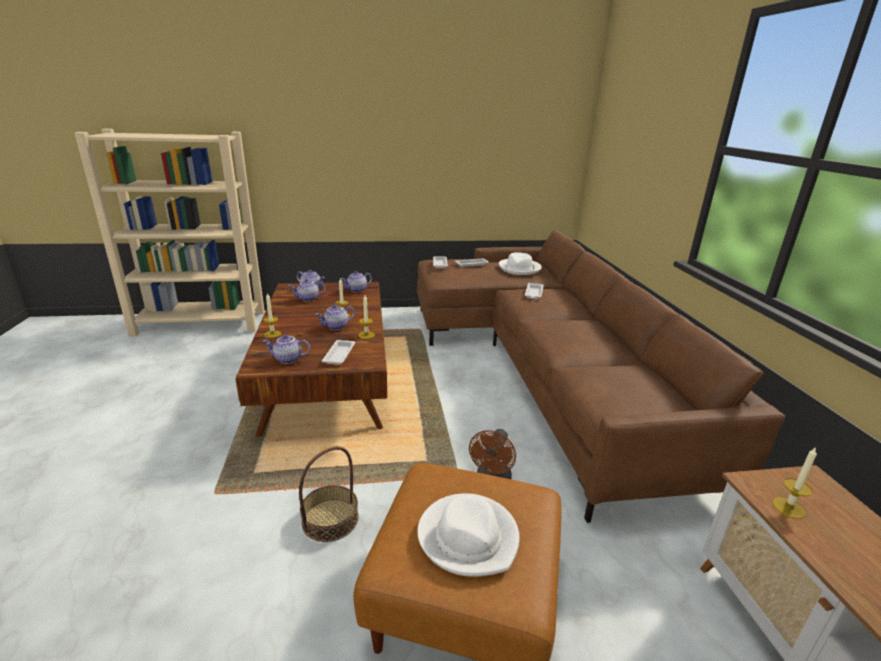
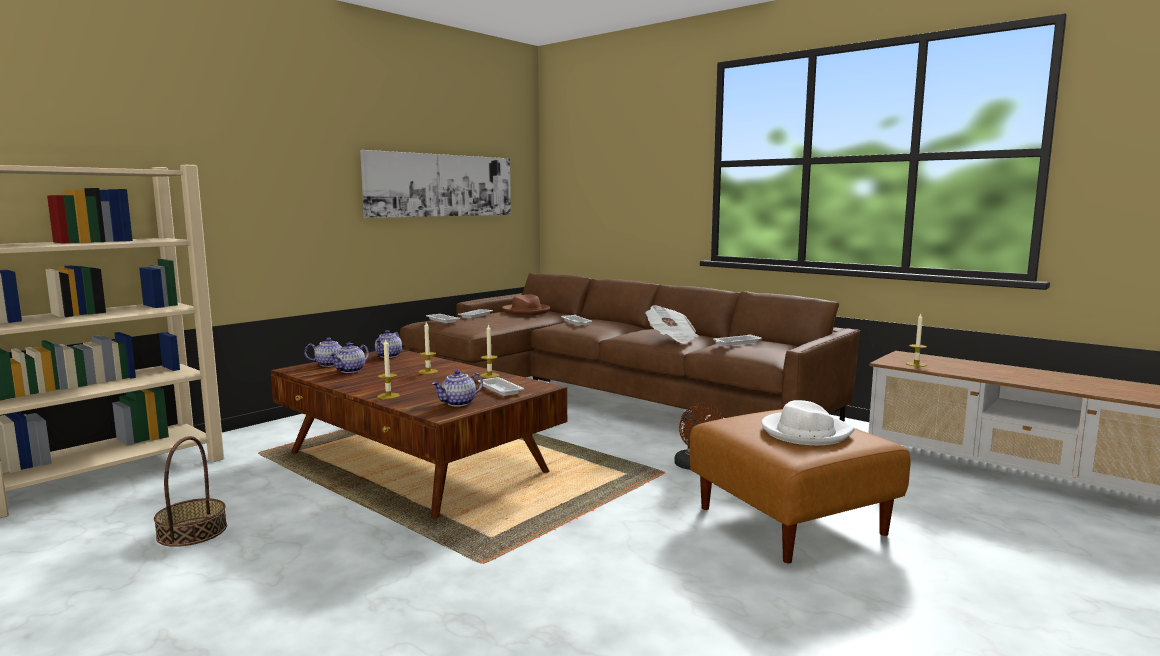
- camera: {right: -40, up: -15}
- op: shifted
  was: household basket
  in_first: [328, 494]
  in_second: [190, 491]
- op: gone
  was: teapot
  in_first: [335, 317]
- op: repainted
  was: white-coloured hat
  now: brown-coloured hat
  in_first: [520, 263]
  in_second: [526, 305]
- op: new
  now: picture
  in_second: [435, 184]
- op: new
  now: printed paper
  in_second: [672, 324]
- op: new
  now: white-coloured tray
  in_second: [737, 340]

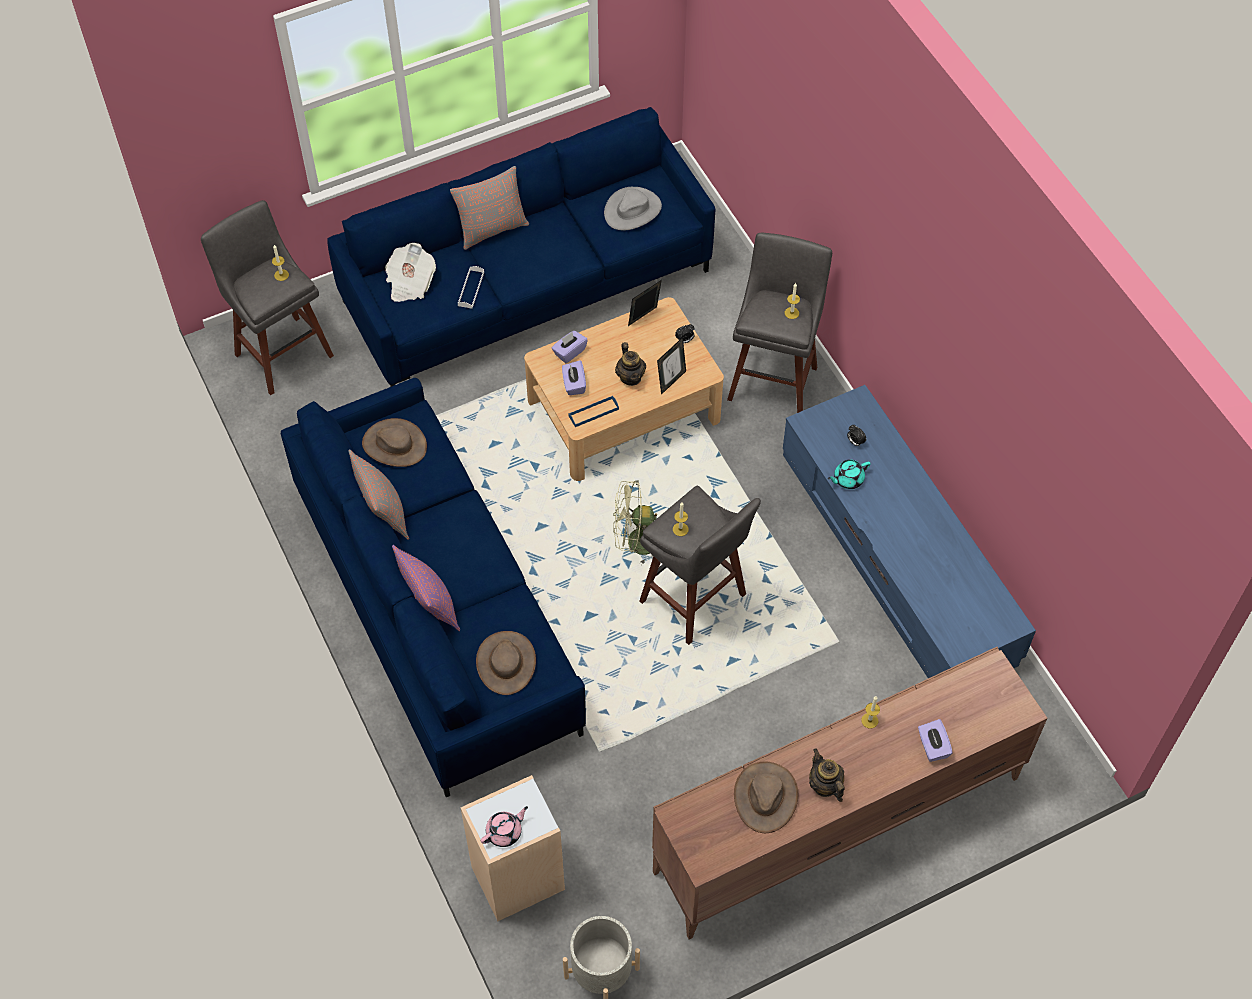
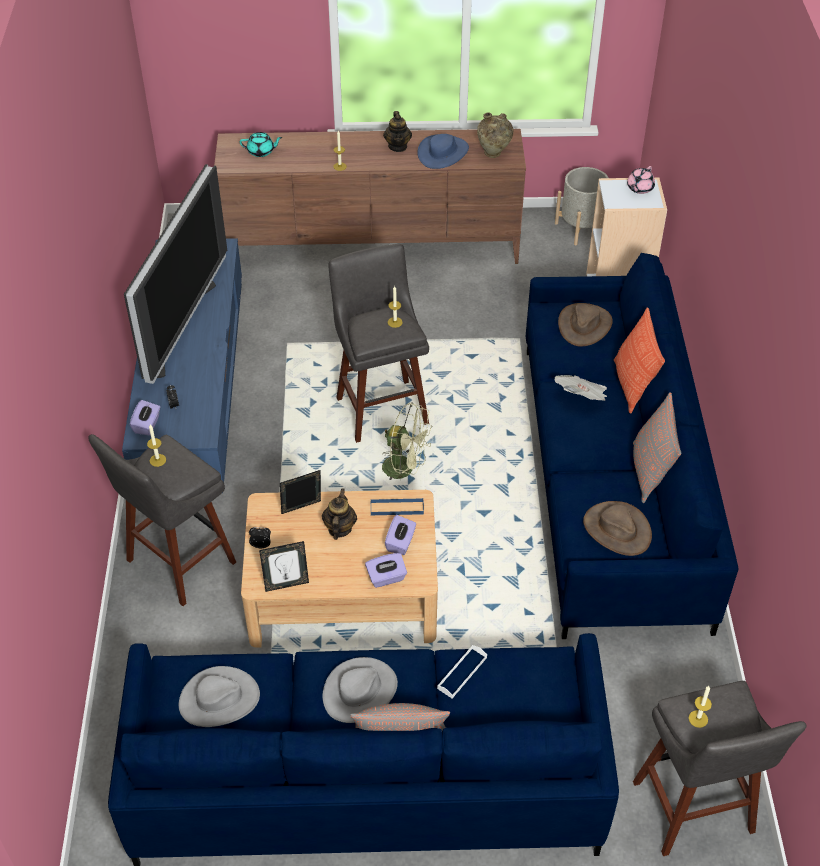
- camera: {right: -155, up: -10}
- op: shifted
  was: printed paper
  in_first: [410, 272]
  in_second: [580, 388]
- op: repainted
  was: purple pillow
  now: orangey pillow
  in_first: [426, 588]
  in_second: [639, 360]
- op: rotated
  was: pinkish teapot
  in_first: [504, 826]
  in_second: [641, 180]
  clockwise: -45
- op: repainted
  was: brown-coloured hat
  now: bluish hat
  in_first: [766, 797]
  in_second: [443, 151]
- op: shifted
  was: blue-green teapot
  in_first: [849, 474]
  in_second: [261, 144]
- op: shifted
  was: purple tissue box
  in_first: [935, 740]
  in_second: [145, 418]
- op: new
  now: TV set
  in_second: [175, 274]
- op: new
  now: gray hat
  in_second: [360, 690]
- op: new
  now: sand-coloured decorative vase
  in_second: [495, 135]

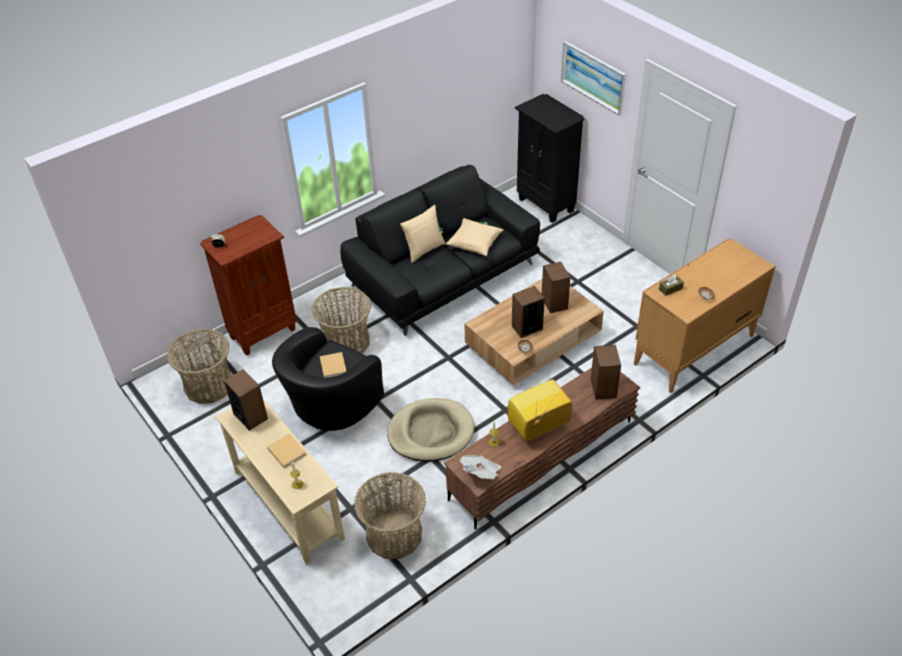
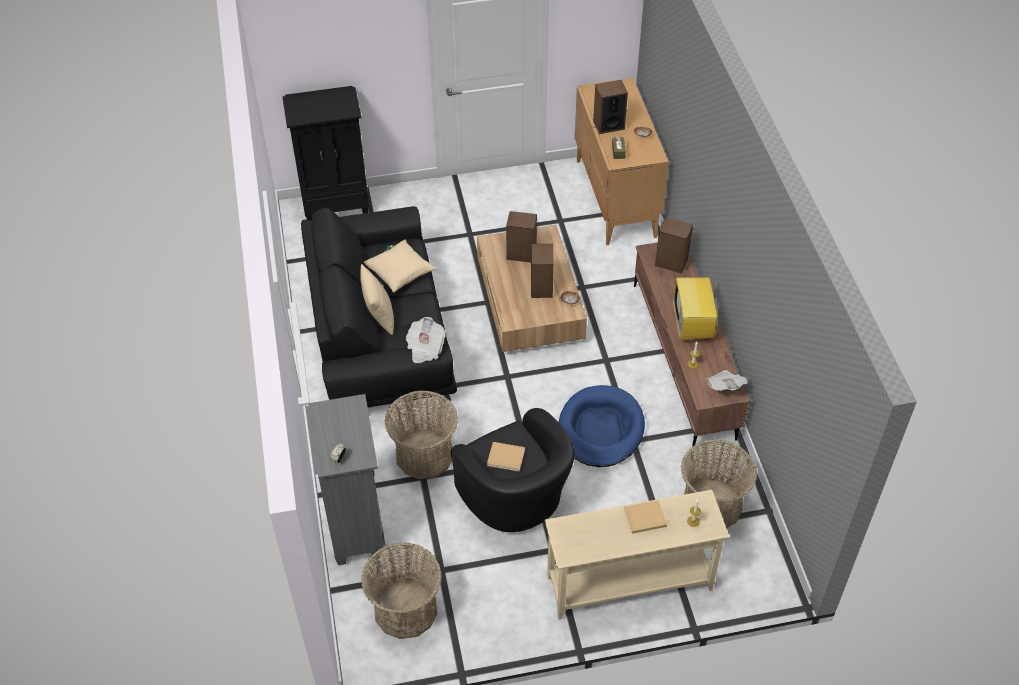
- camera: {right: -65, up: 5}
- op: repainted
  was: brown-coloured storage cabinet
  now: gray storage cabinet
  in_first: [248, 285]
  in_second: [345, 479]
- op: shifted
  was: speaker
  in_first: [246, 400]
  in_second: [610, 107]
- op: repainted
  was: sand-coloured dog cushion
  now: bluish dog cushion
  in_first: [430, 430]
  in_second: [602, 426]
- op: gone
  was: picture
  in_first: [593, 78]
- op: new
  now: printed paper
  in_second: [426, 340]

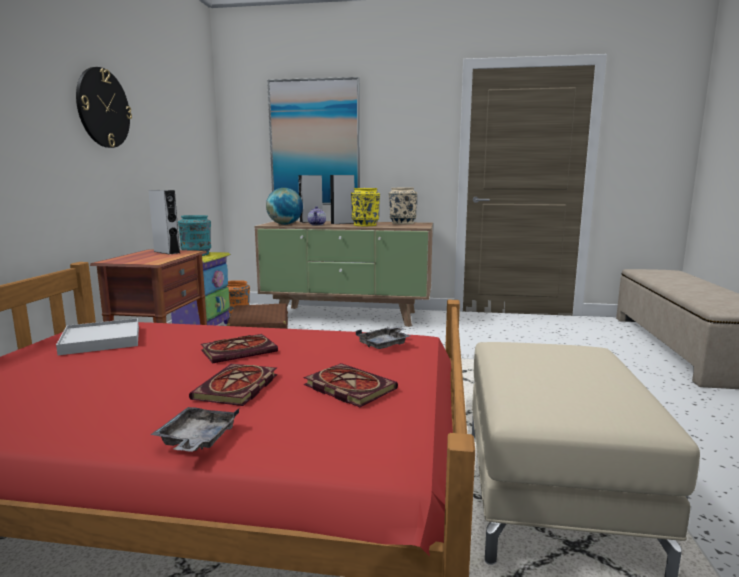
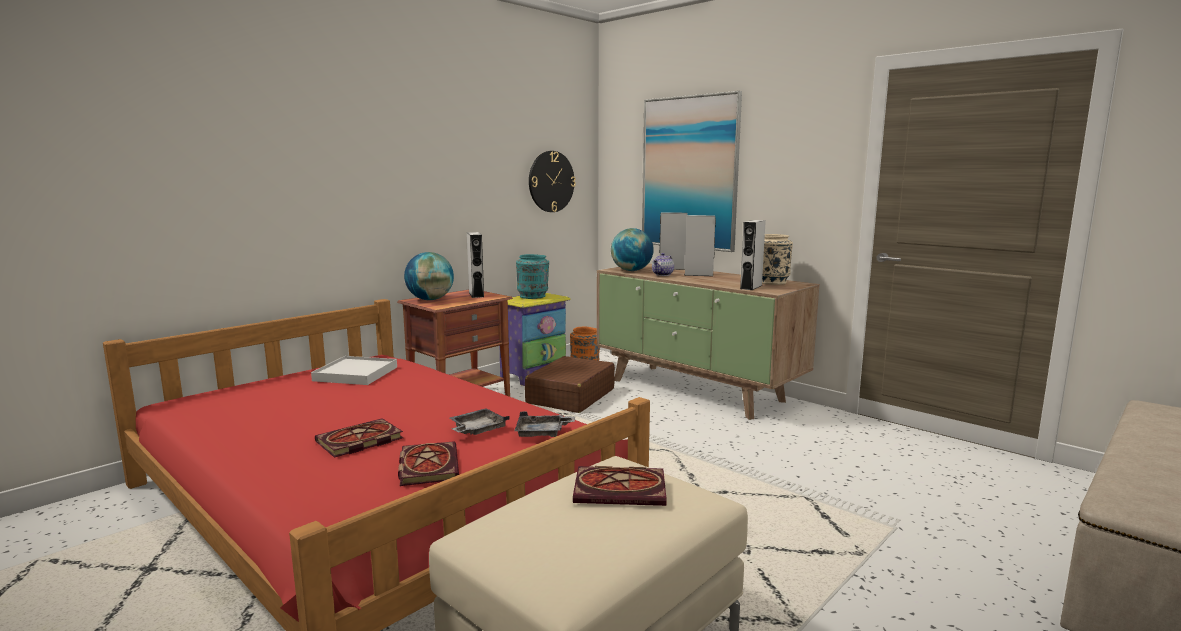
- camera: {right: 35, up: 0}
- op: shifted
  was: hanging clock
  in_first: [104, 107]
  in_second: [552, 181]
- op: shifted
  was: gray tray
  in_first: [195, 429]
  in_second: [480, 421]
- op: shifted
  was: bound book
  in_first: [239, 348]
  in_second: [619, 486]
- op: gone
  was: yellowish decorative vase
  in_first: [365, 207]
- op: new
  now: globe
  in_second: [429, 276]
- op: new
  now: gray speaker
  in_second: [753, 255]

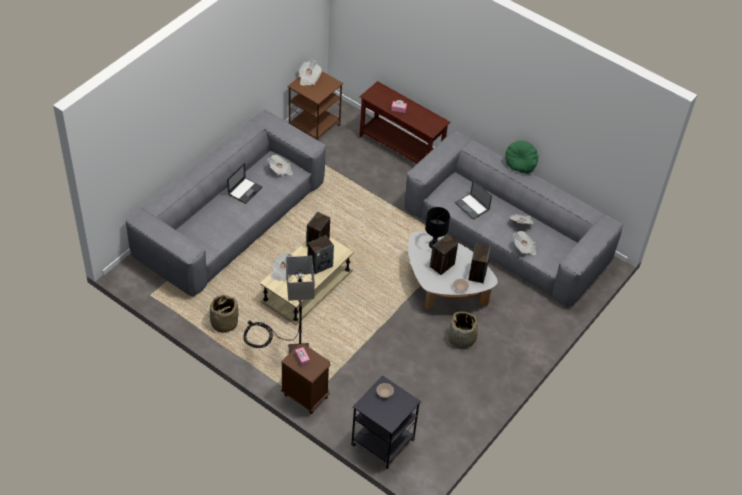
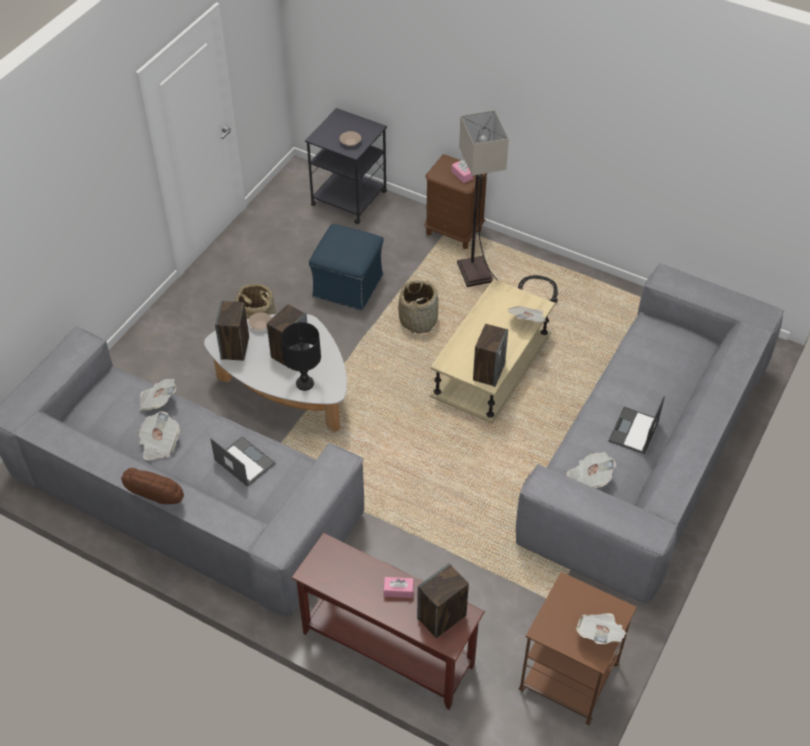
- camera: {right: 175, up: 0}
- op: shifted
  was: household basket
  in_first: [224, 314]
  in_second: [418, 306]
- op: shifted
  was: speaker
  in_first: [321, 254]
  in_second: [443, 600]
- op: repainted
  was: green-coloured pillow
  now: brown-coloured pillow
  in_first: [521, 157]
  in_second: [152, 486]
- op: new
  now: bluish footrest
  in_second: [346, 267]

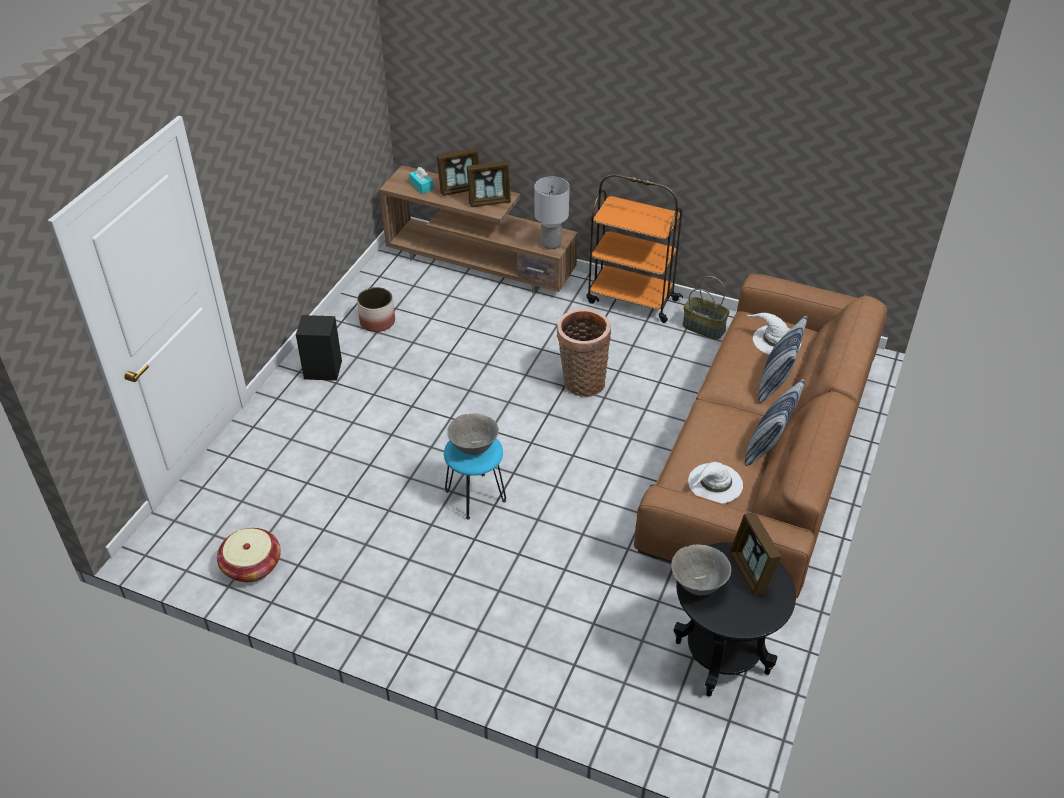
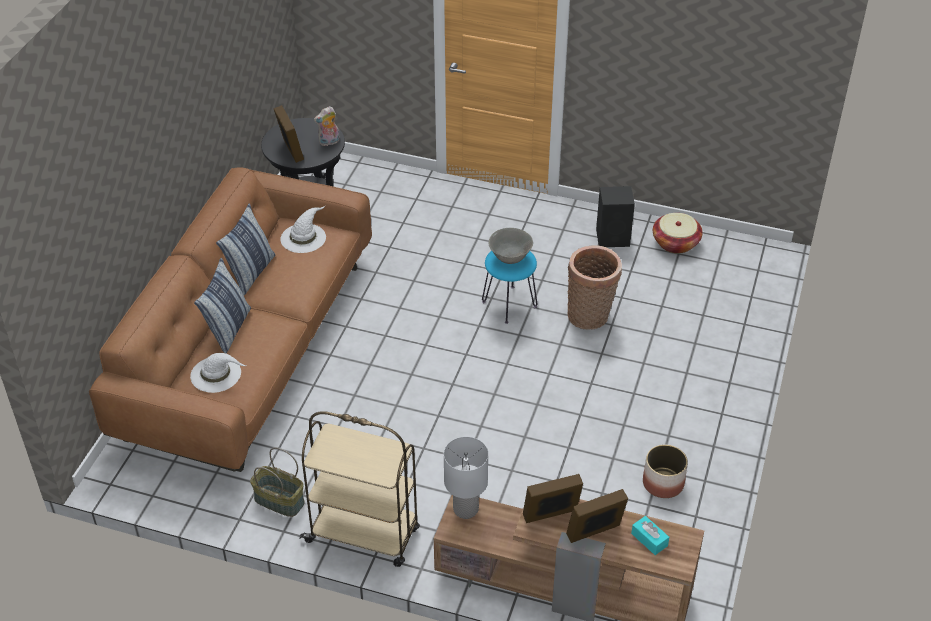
- camera: {right: 175, up: 0}
- op: shifted
  was: black speaker
  in_first: [319, 348]
  in_second: [615, 216]
- op: shifted
  was: household basket
  in_first: [584, 352]
  in_second: [594, 288]
- op: repainted
  was: orangey cart
  now: sand-coloured cart
  in_first: [634, 248]
  in_second: [359, 489]
- op: swapped
  was: gray serving bowl
  now: cuddly toy
  in_first: [701, 570]
  in_second: [326, 126]

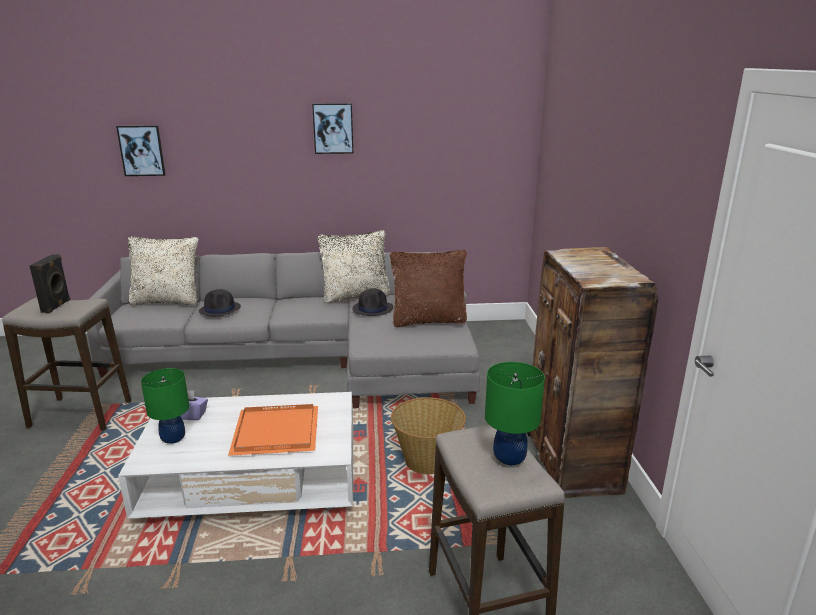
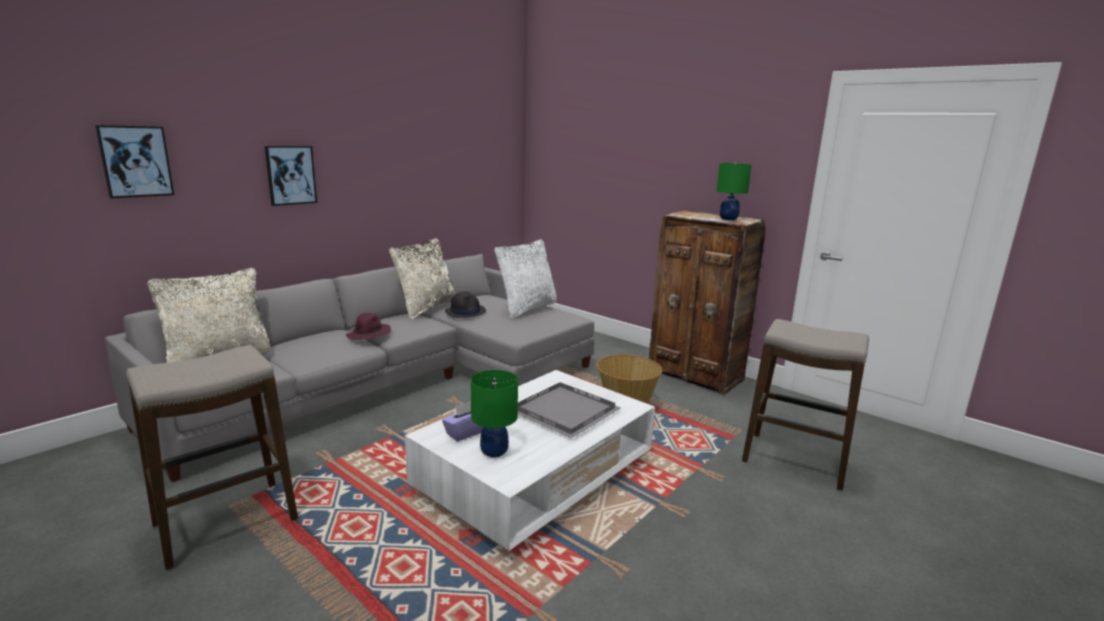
- camera: {right: -45, up: -5}
- op: gone
  was: black speaker
  in_first: [49, 284]
- op: gone
  was: black hat
  in_first: [220, 302]
- op: repainted
  was: orangey tray
  now: gray tray
  in_first: [273, 430]
  in_second: [569, 410]
- op: shifted
  was: picture
  in_first: [332, 128]
  in_second: [291, 176]
- op: repainted
  was: brown-coloured pillow
  now: white-coloured pillow
  in_first: [428, 288]
  in_second: [526, 278]
- op: shifted
  was: green-coloured lamp for a table
  in_first: [515, 413]
  in_second: [734, 191]
- op: new
  now: purple hat
  in_second: [368, 326]

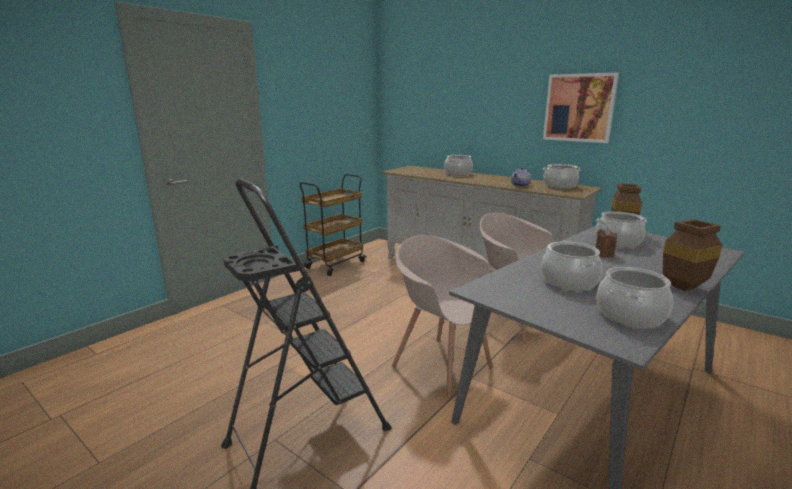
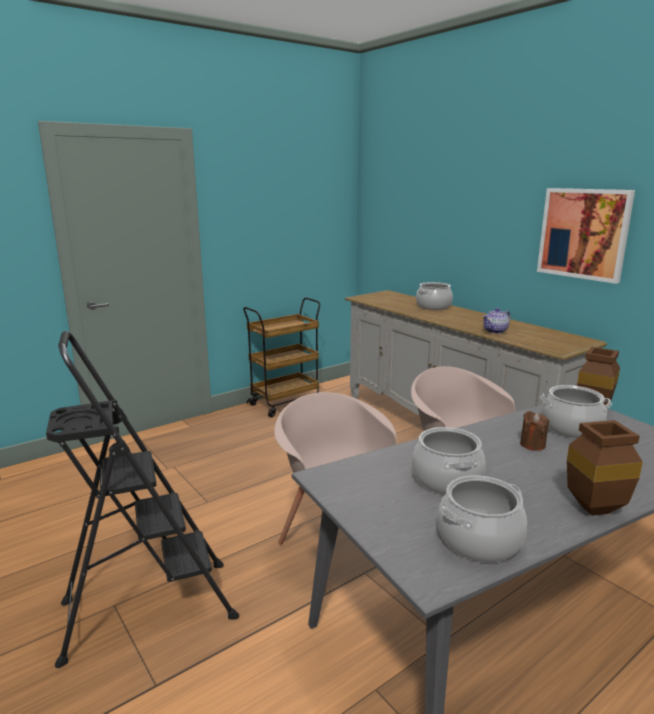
- camera: {right: 15, up: 0}
- op: gone
  was: cooking pot
  in_first: [562, 176]

